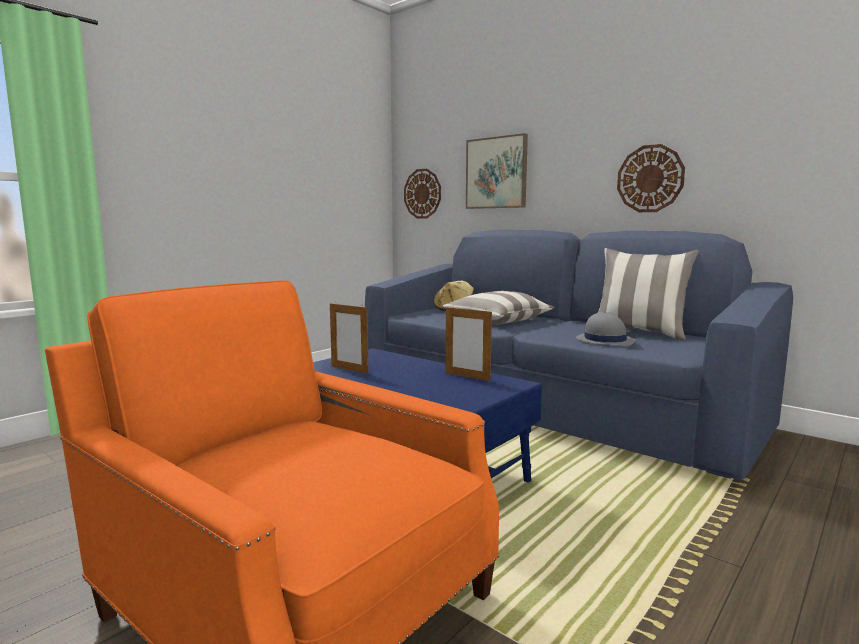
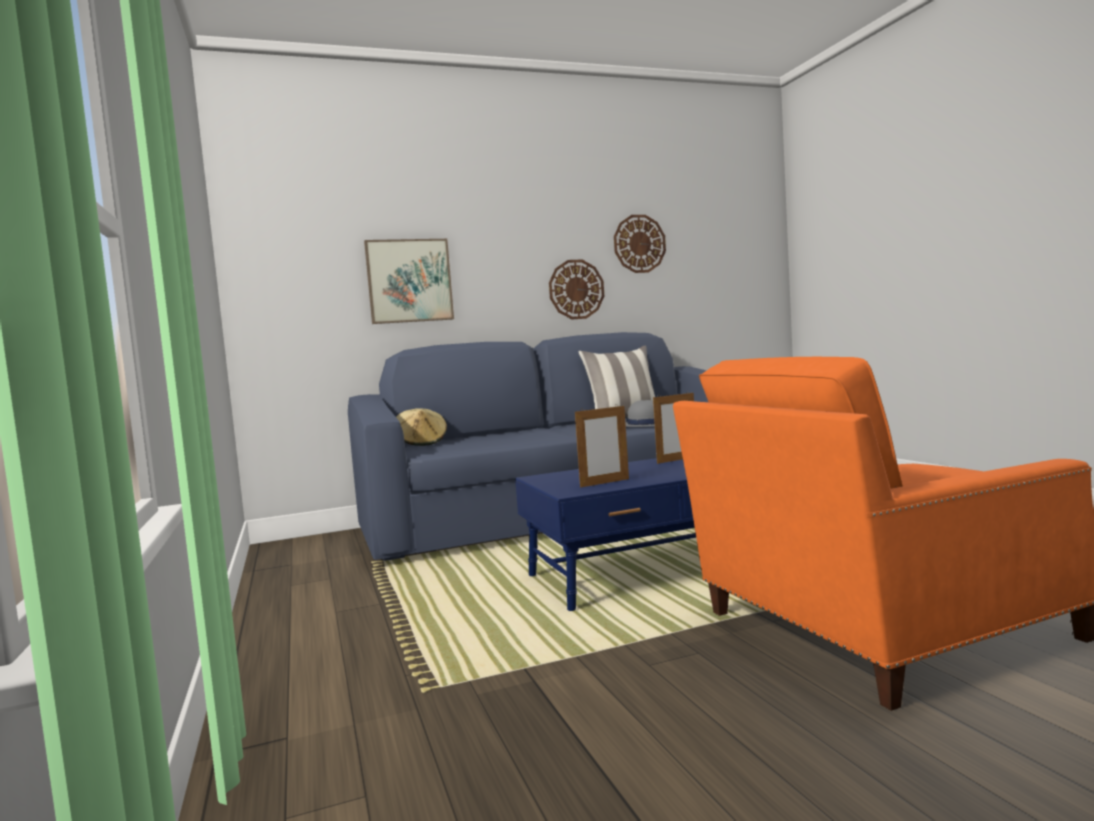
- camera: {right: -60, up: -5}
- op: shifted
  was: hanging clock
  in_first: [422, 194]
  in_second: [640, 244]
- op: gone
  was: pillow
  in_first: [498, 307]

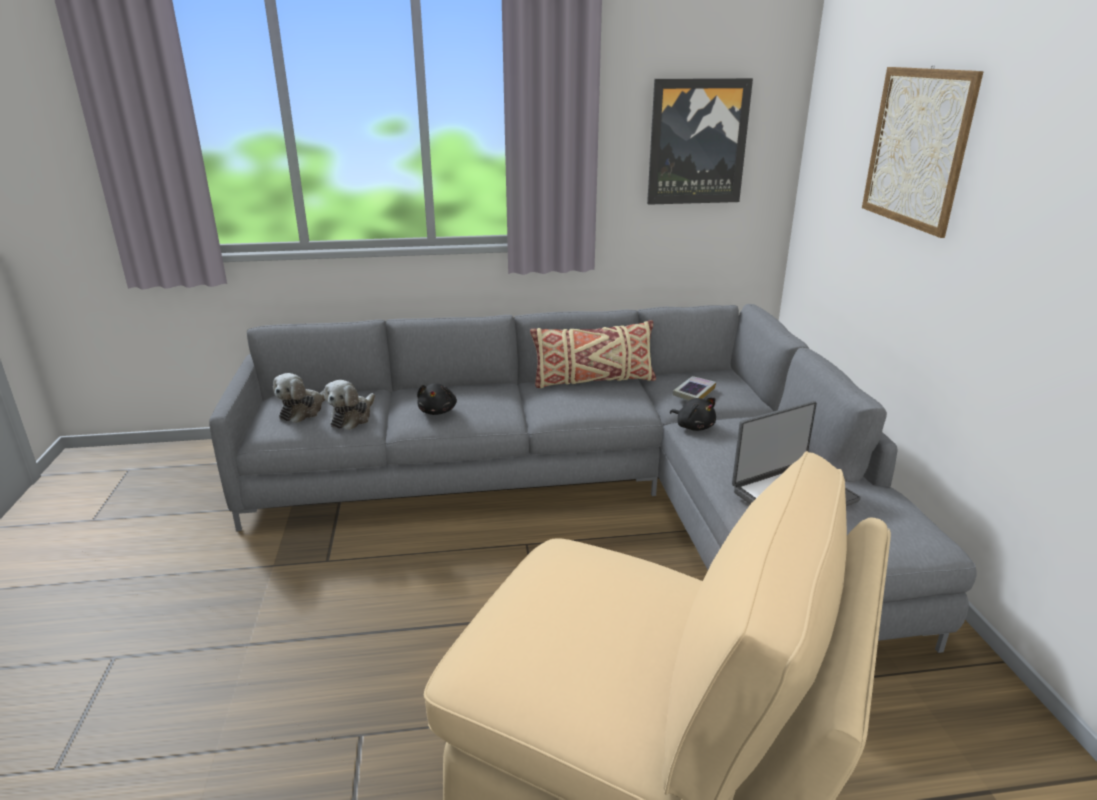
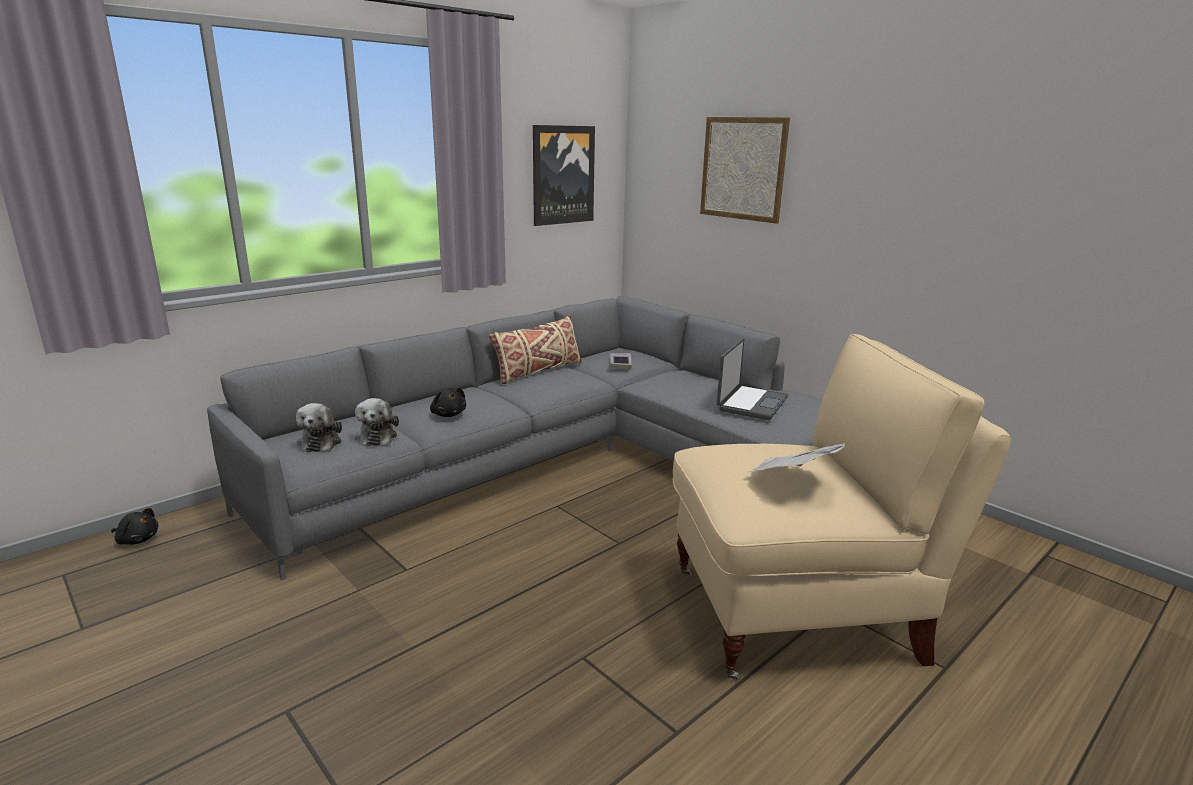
- camera: {right: -35, up: -5}
- op: shifted
  was: black cuddly toy
  in_first: [693, 414]
  in_second: [134, 526]
- op: new
  now: printed paper
  in_second: [797, 457]

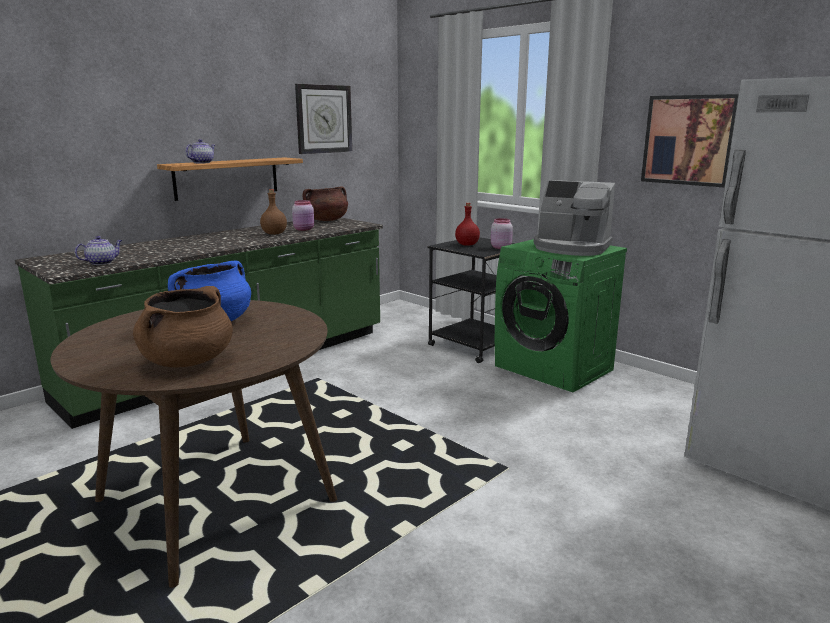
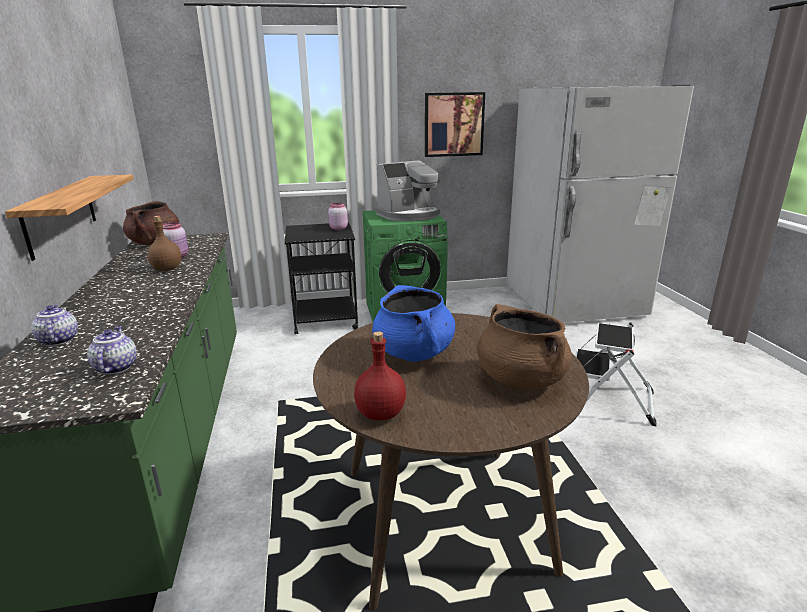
- camera: {right: -55, up: 5}
- op: shifted
  was: teapot
  in_first: [200, 151]
  in_second: [54, 325]
- op: gone
  was: hanging clock
  in_first: [323, 119]
- op: shifted
  was: reddish drink bottle
  in_first: [467, 224]
  in_second: [380, 375]
- op: new
  now: step ladder
  in_second: [616, 374]

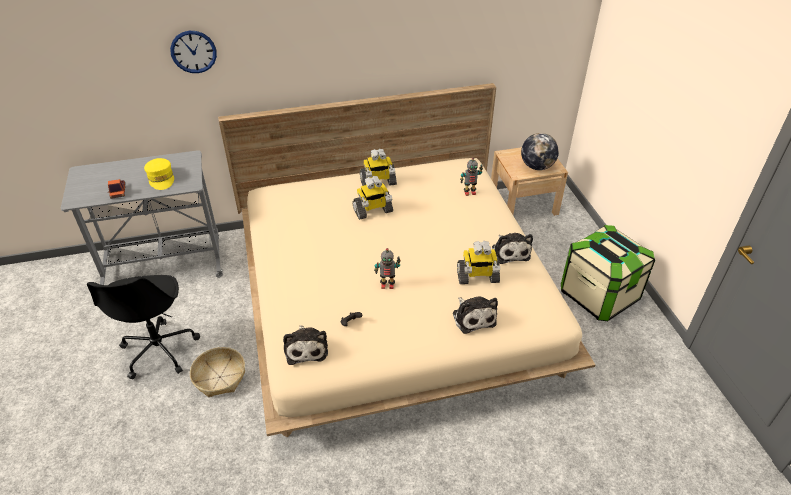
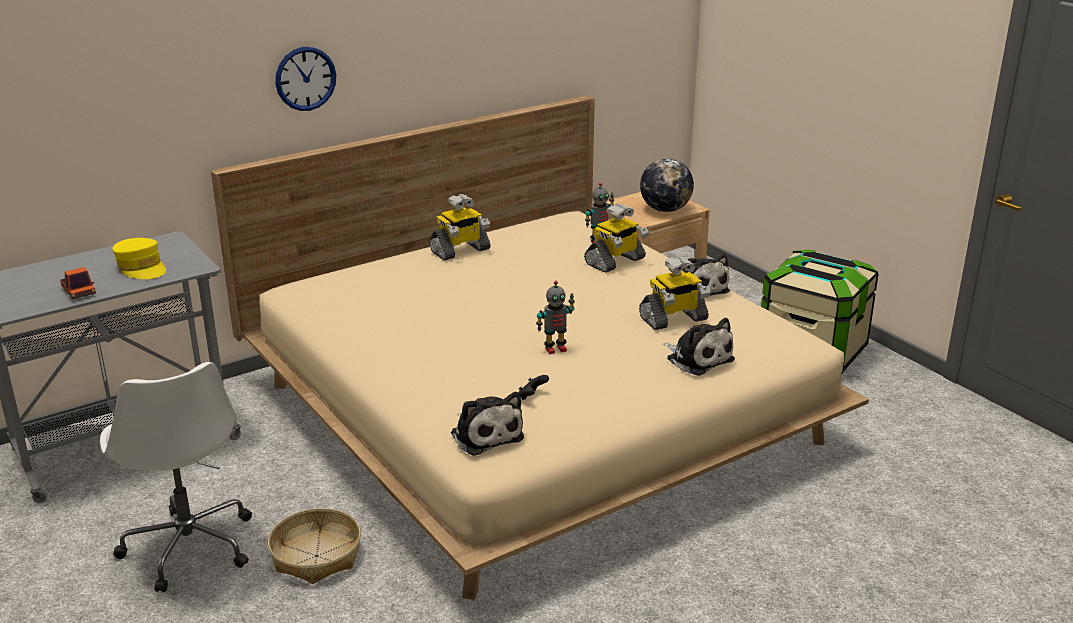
- camera: {right: -20, up: -15}
- op: repainted
  was: black desk chair
  now: white-coloured desk chair
  in_first: [143, 327]
  in_second: [176, 477]
- op: shifted
  was: hanging clock
  in_first: [193, 52]
  in_second: [305, 79]
- op: shifted
  was: toy robot
  in_first: [372, 198]
  in_second: [616, 238]

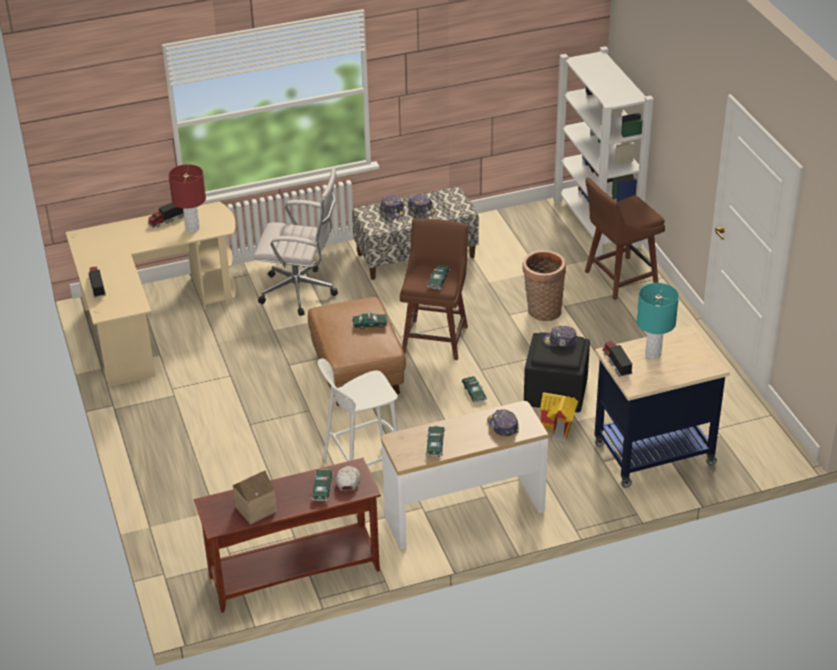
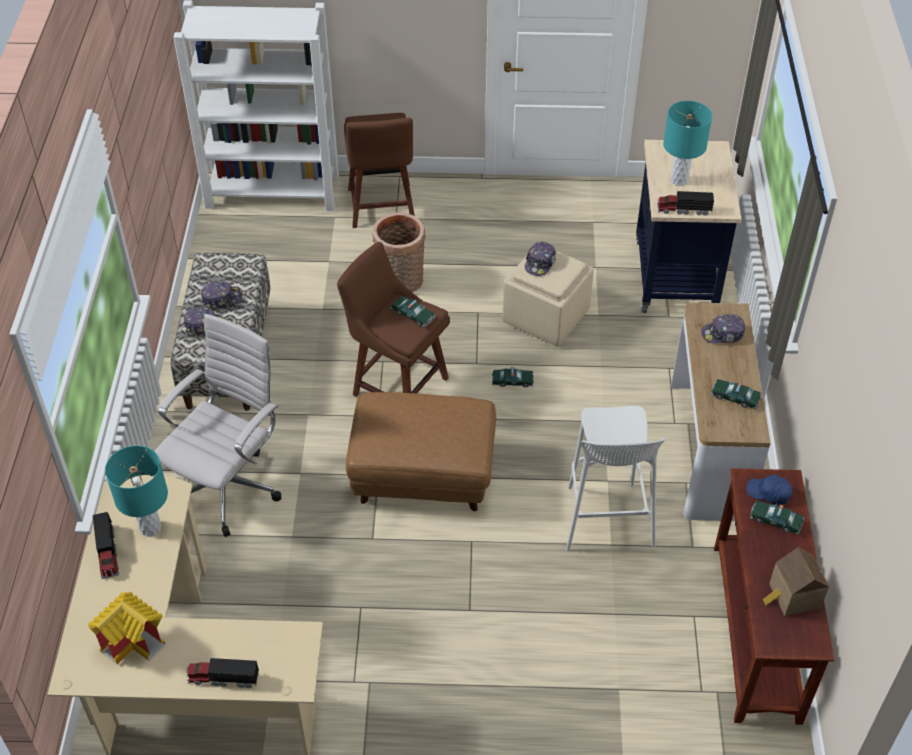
- camera: {right: -70, up: 10}
- op: repainted
  was: reddish lamp for a table
  now: blue-green lamp for a table
  in_first: [187, 198]
  in_second: [136, 491]
- op: repainted
  was: white-coloured baseball cap
  now: bluish baseball cap
  in_first: [348, 478]
  in_second: [769, 490]
- op: gone
  was: miniature car
  in_first: [370, 320]
- op: repainted
  was: black footrest
  now: sand-coloured footrest
  in_first: [557, 372]
  in_second: [548, 298]
- op: shifted
  was: miniature house
  in_first: [559, 417]
  in_second: [126, 628]

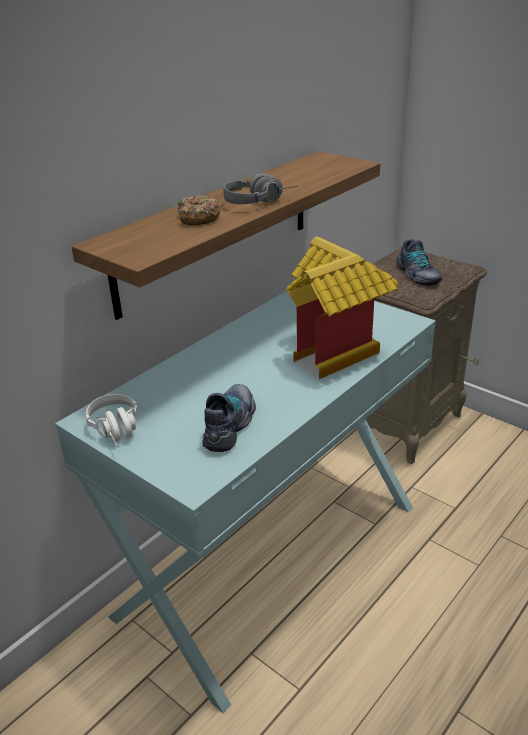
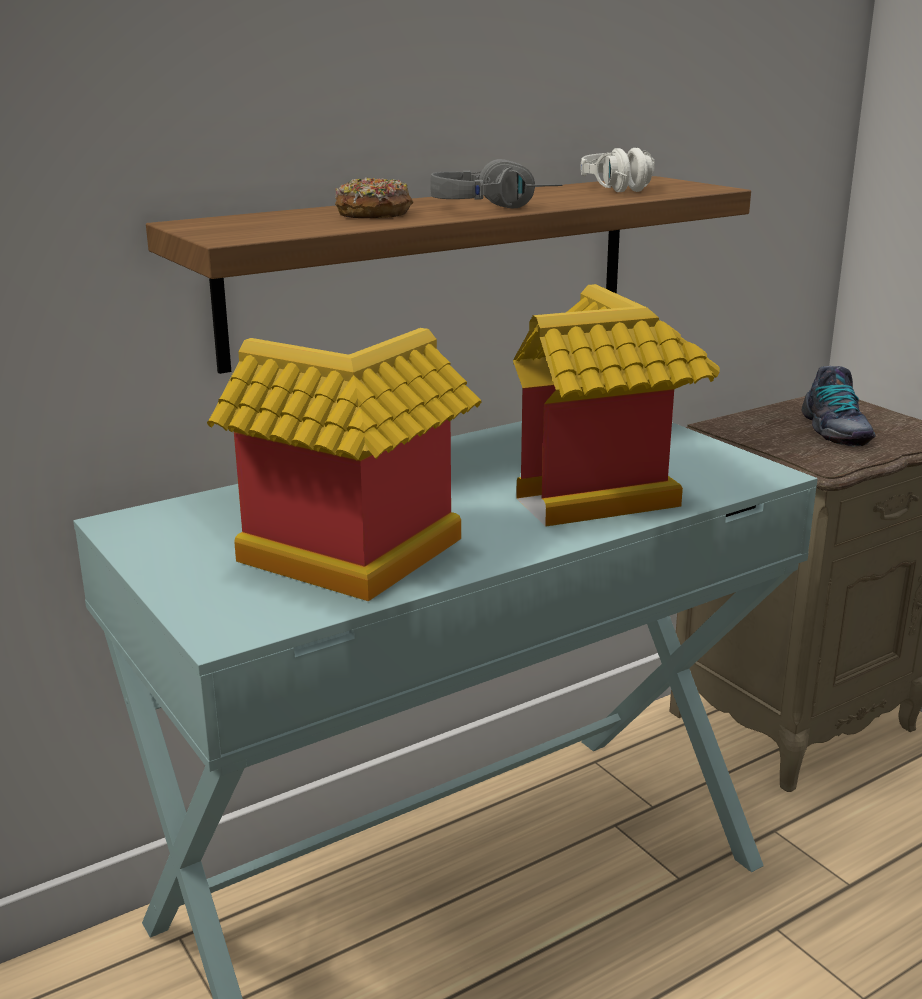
- camera: {right: 15, up: -10}
- op: shifted
  was: white-coloured headphones
  in_first: [112, 420]
  in_second: [618, 170]
- op: swapped
  was: shoe
  now: miniature house
  in_first: [229, 418]
  in_second: [344, 464]

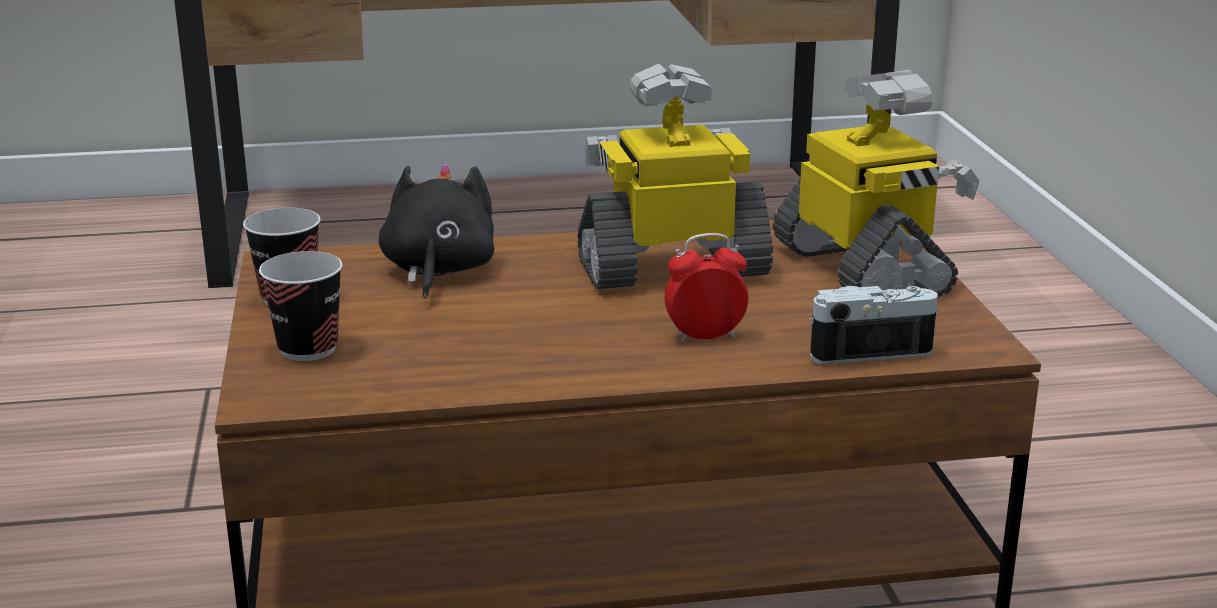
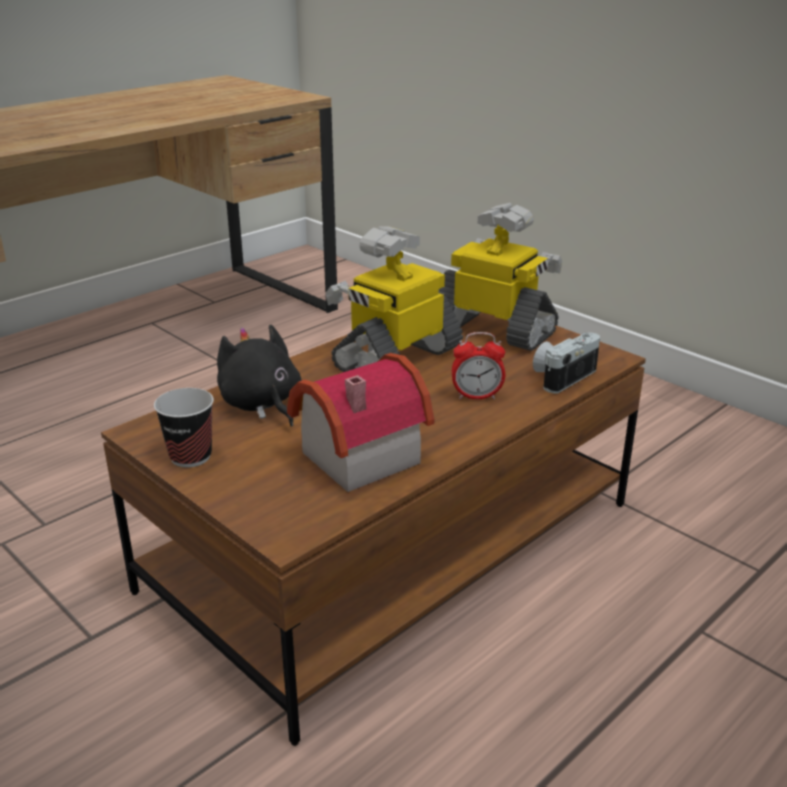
- camera: {right: -35, up: 5}
- op: gone
  was: small cup
  in_first: [301, 306]
- op: rotated
  was: table clock
  in_first: [706, 287]
  in_second: [478, 365]
  clockwise: -135
- op: new
  now: miniature house
  in_second: [360, 422]

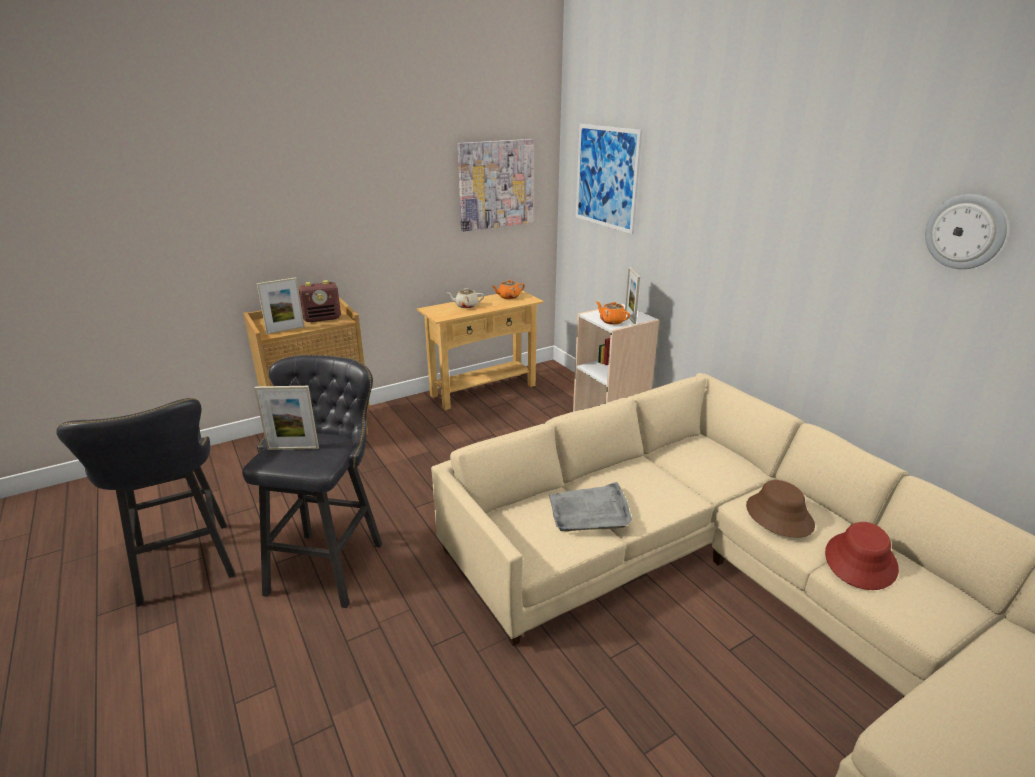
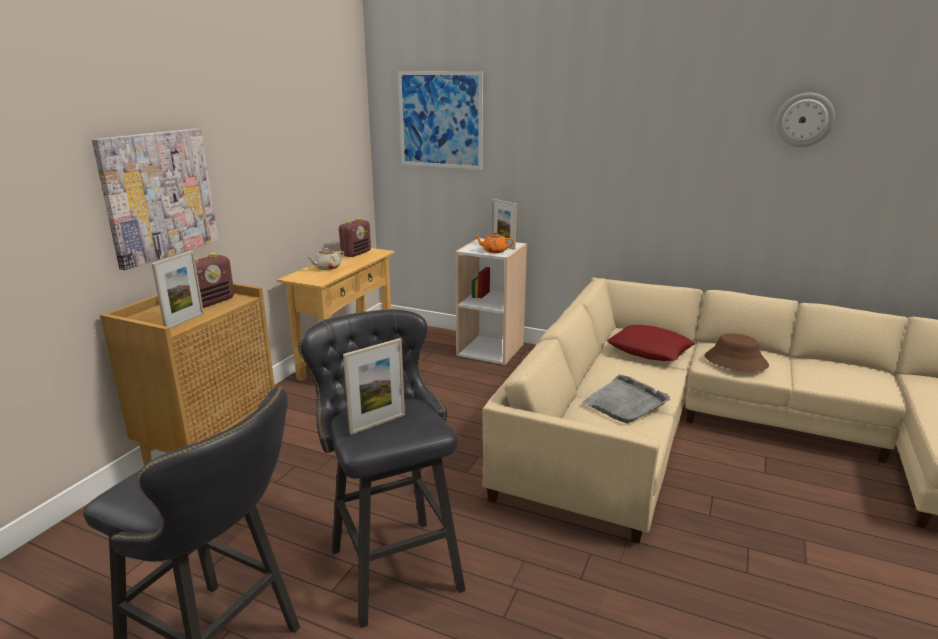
- camera: {right: -35, up: -5}
- op: shifted
  was: picture
  in_first: [496, 185]
  in_second: [155, 199]
- op: swapped
  was: orangey teapot
  now: radio
  in_first: [508, 289]
  in_second: [355, 237]
- op: gone
  was: reddish hat
  in_first: [862, 556]
- op: new
  now: reddish pillow
  in_second: [651, 343]

